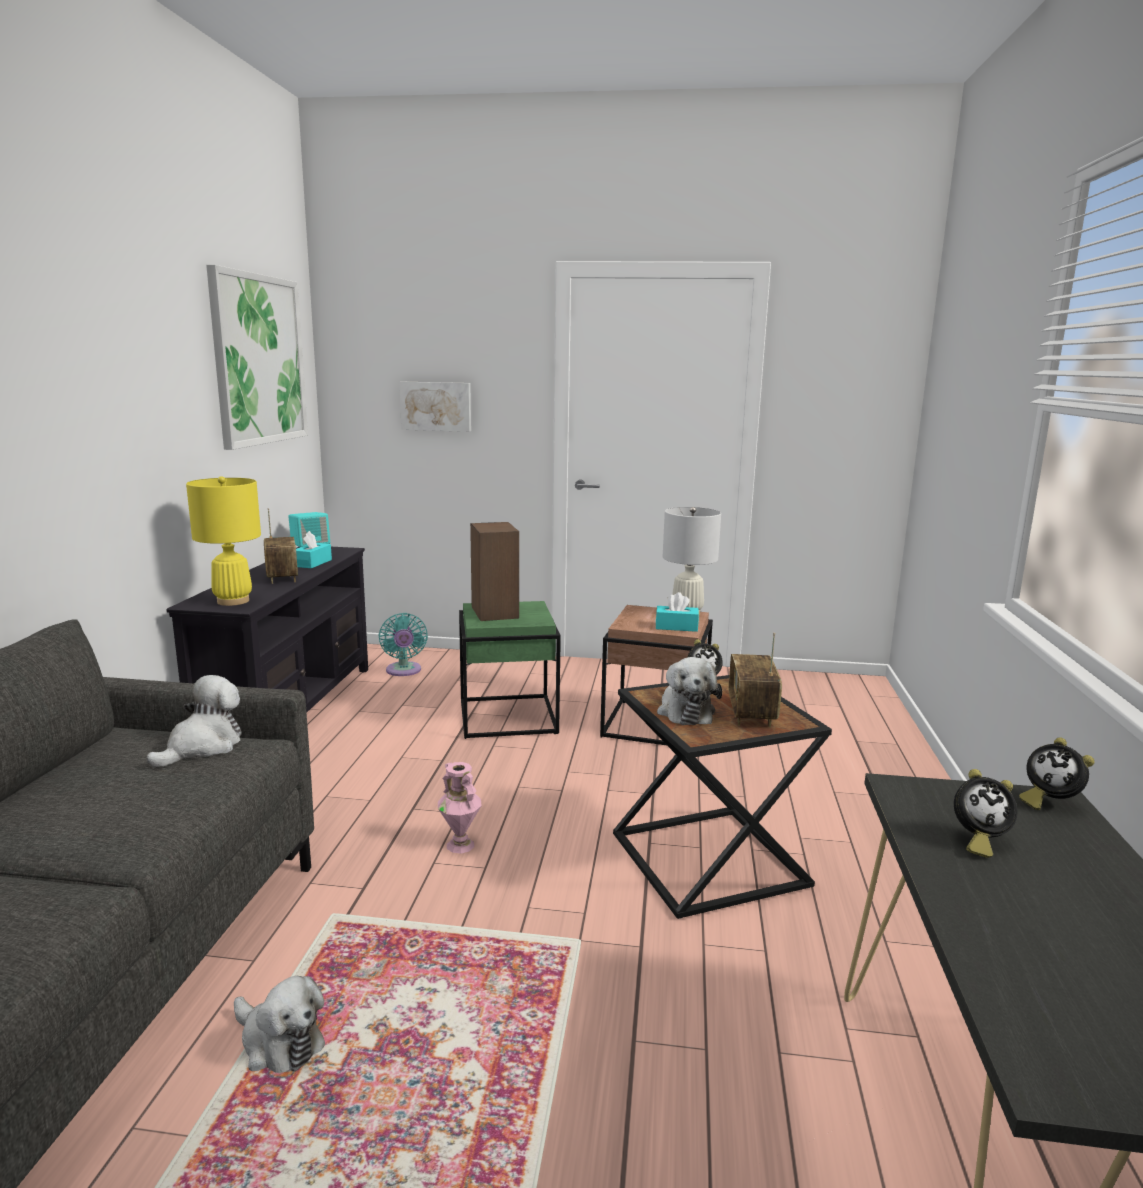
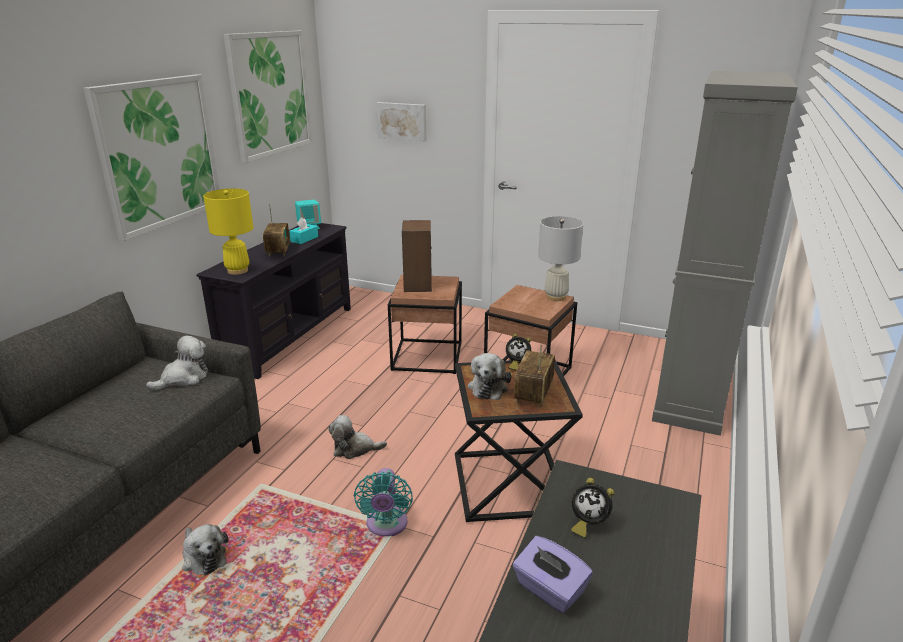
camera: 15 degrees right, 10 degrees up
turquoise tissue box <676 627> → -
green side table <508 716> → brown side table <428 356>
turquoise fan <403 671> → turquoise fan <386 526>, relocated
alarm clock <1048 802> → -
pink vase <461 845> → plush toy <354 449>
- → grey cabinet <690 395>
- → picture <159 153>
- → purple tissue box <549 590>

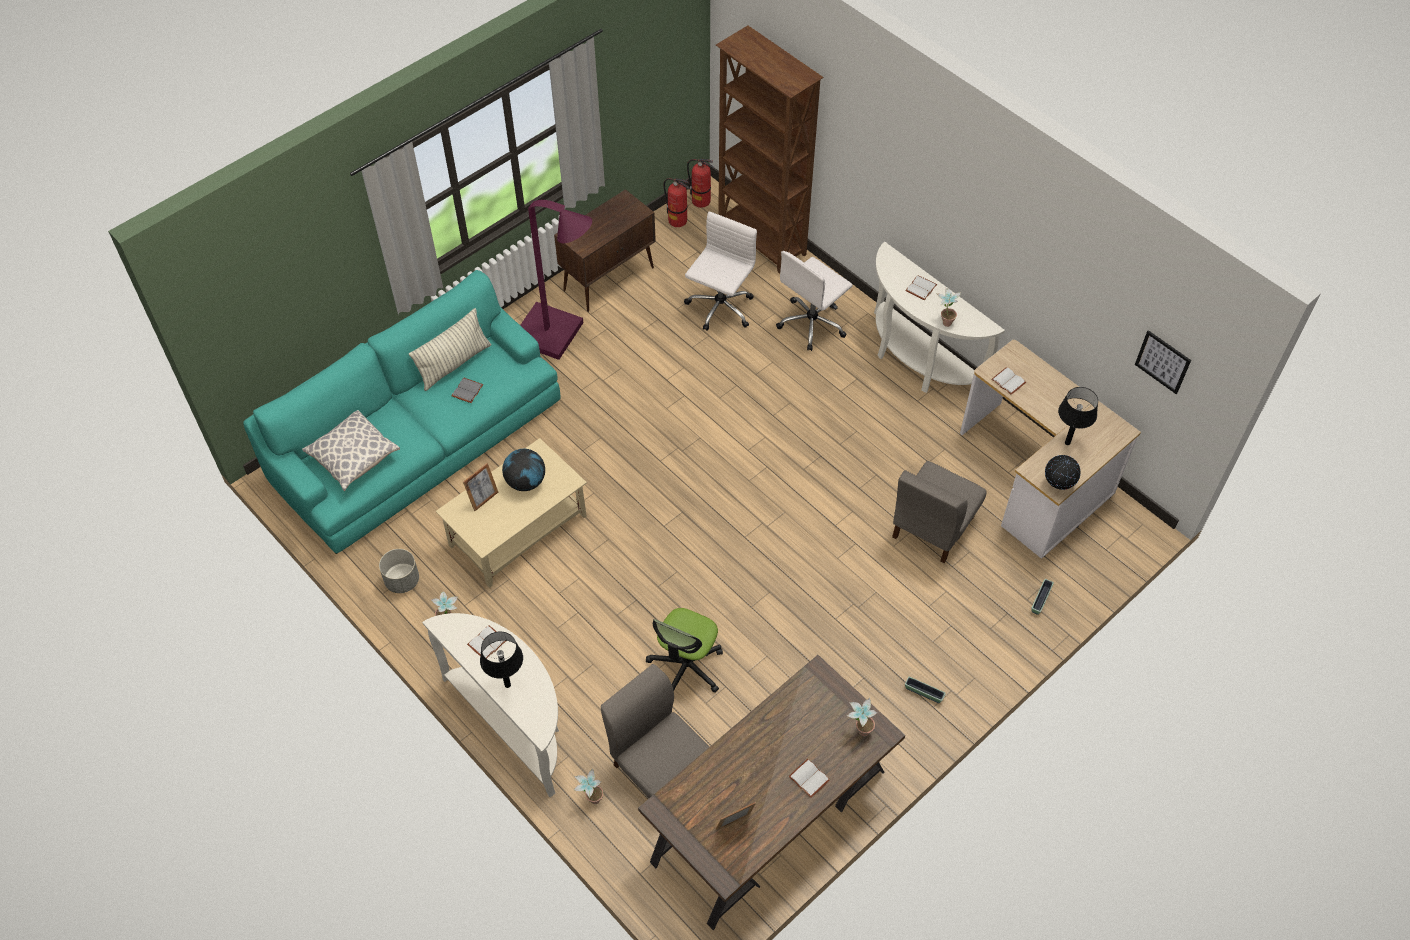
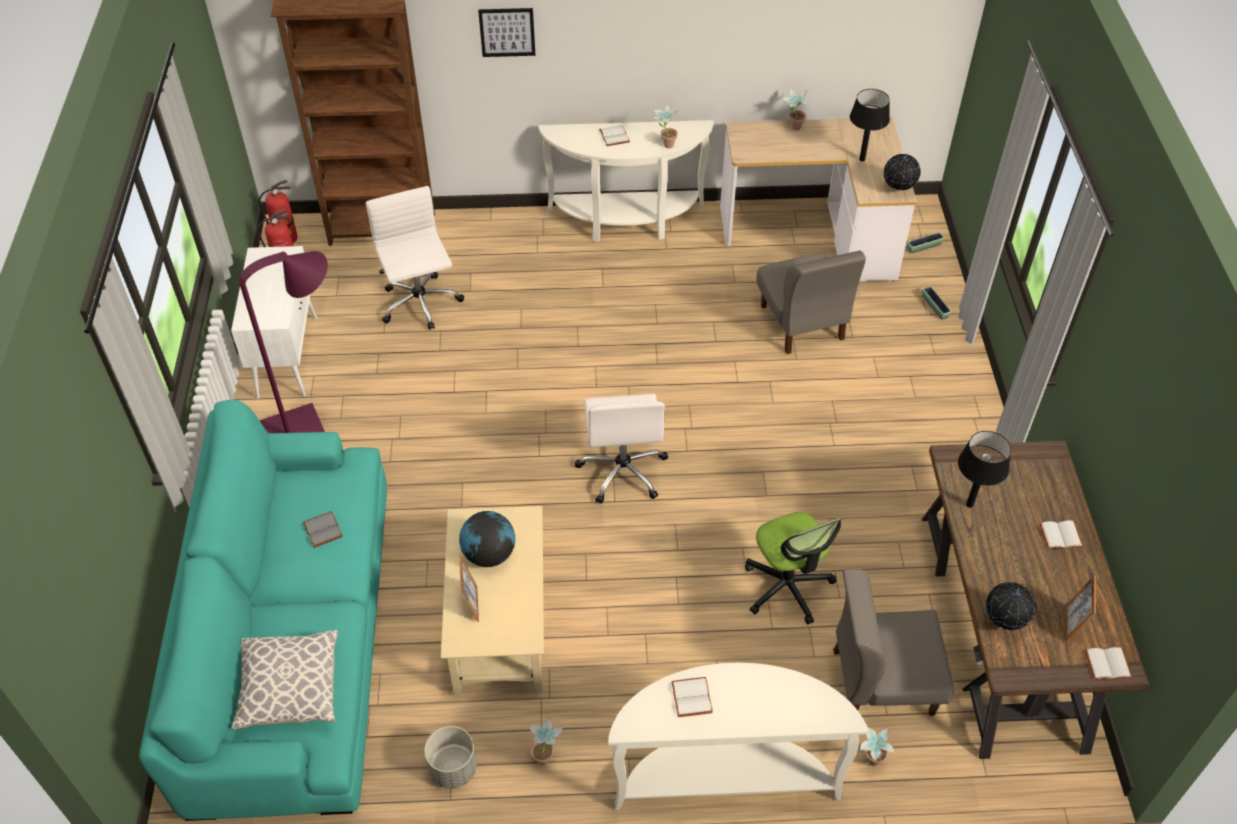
camera: 50 degrees left, 5 degrees down
brown cabinet <609 278> → white cabinet <288 356>
white office chair <812 323> → white office chair <623 470>, relocated
pillow <454 364> → -
picture <1162 362> → picture <507 32>, relocated
white book <1009 381> → white book <1108 663>, relocated
black table lamp <507 684> → black table lamp <969 504>, relocated
planter <923 693> → planter <924 247>, relocated
potted plant <860 730> → potted plant <792 128>, relocated
- → globe <1003 622>

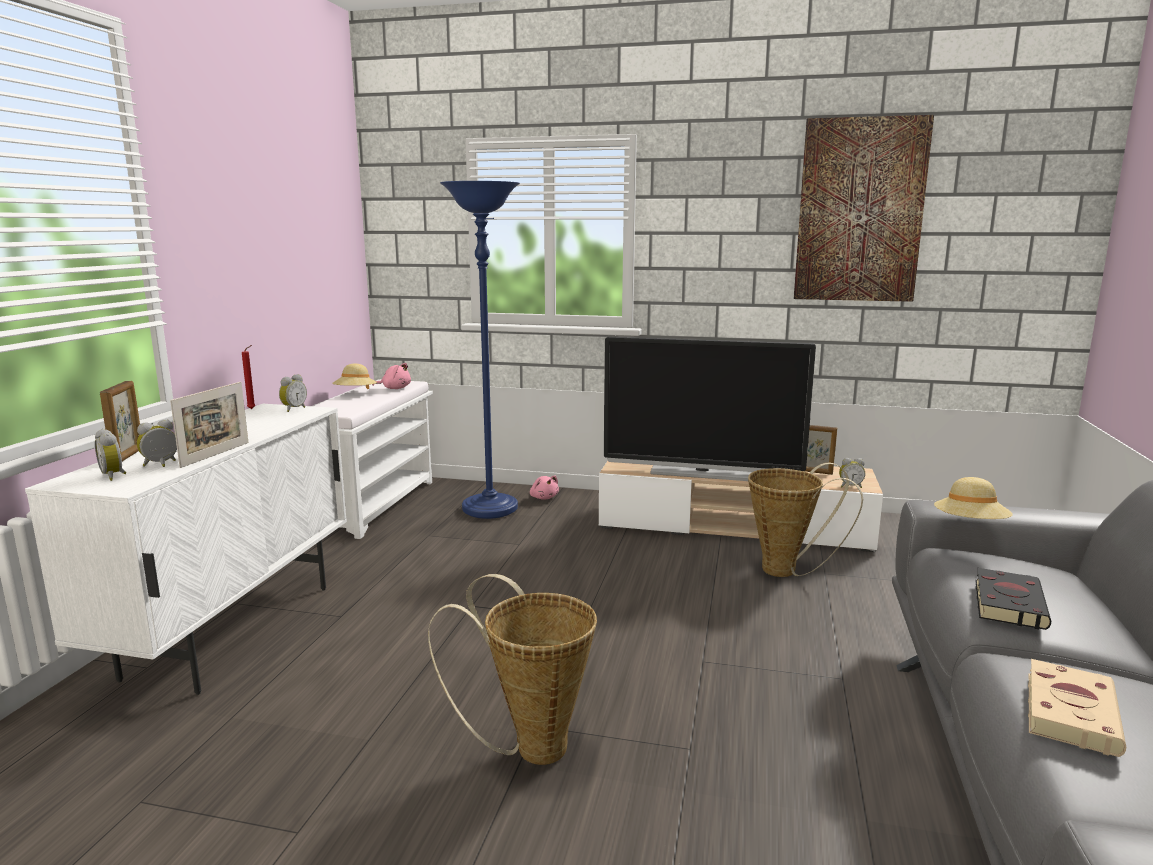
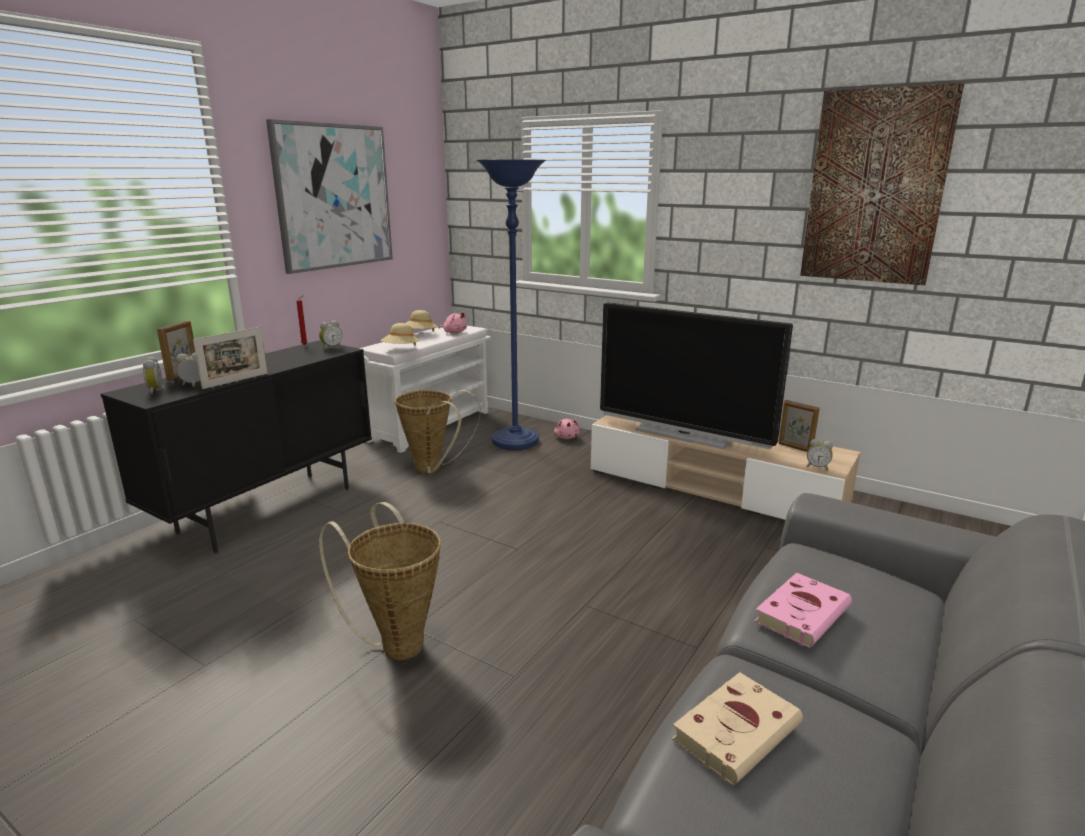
camera: 20 degrees right, 5 degrees up
white cabinet <233 630> → black cabinet <268 510>
basket <787 571> → basket <433 470>, relocated
beige hat <970 525> → beige hat <401 349>, relocated
black book <1008 603> → pink book <803 613>
- → picture <334 197>

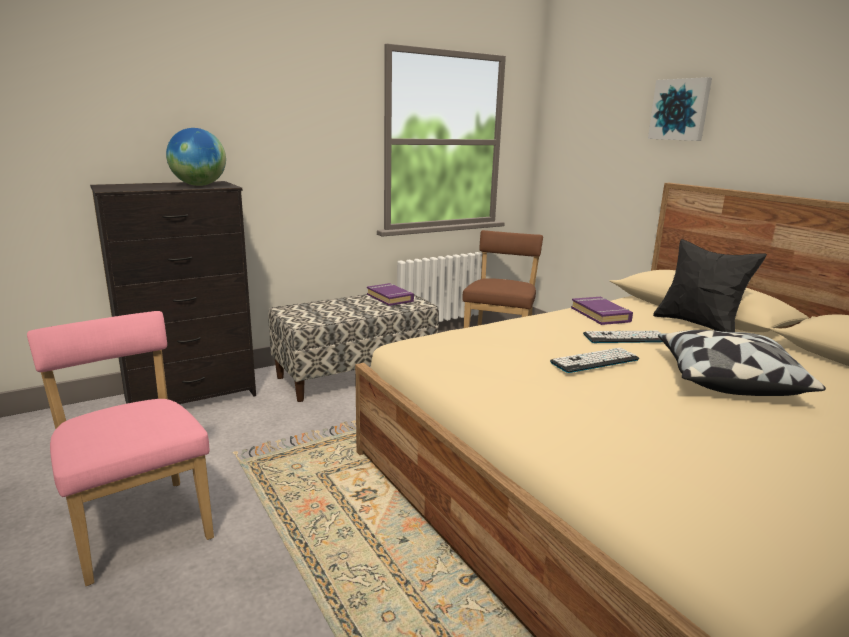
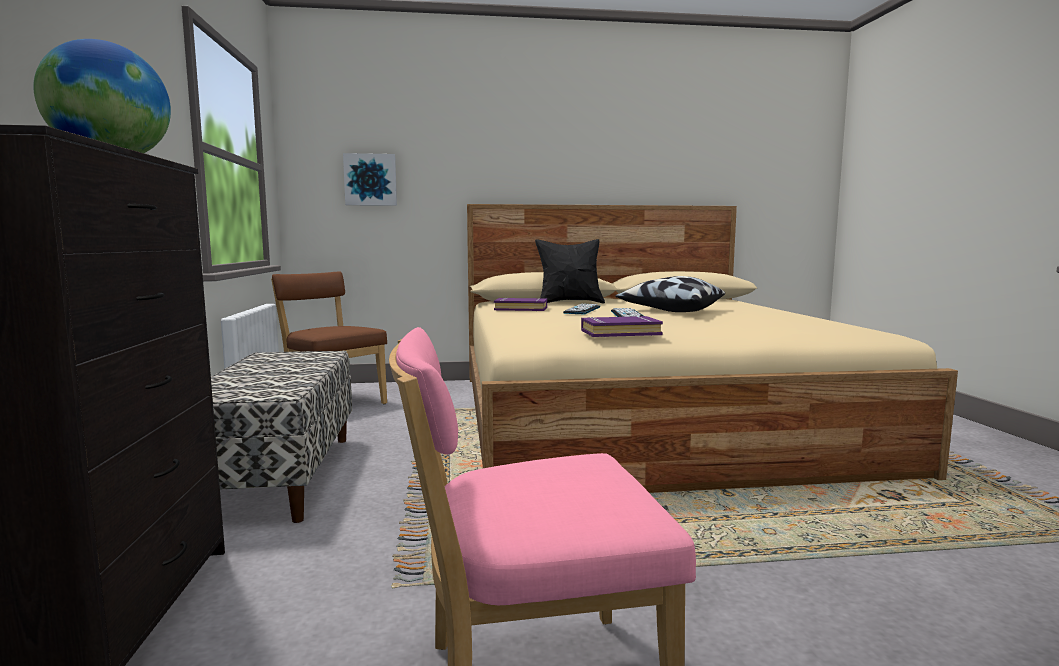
camera: 65 degrees left, 10 degrees down
picture <680 109> → picture <370 180>, relocated
purple book <390 298> → purple book <620 332>, relocated

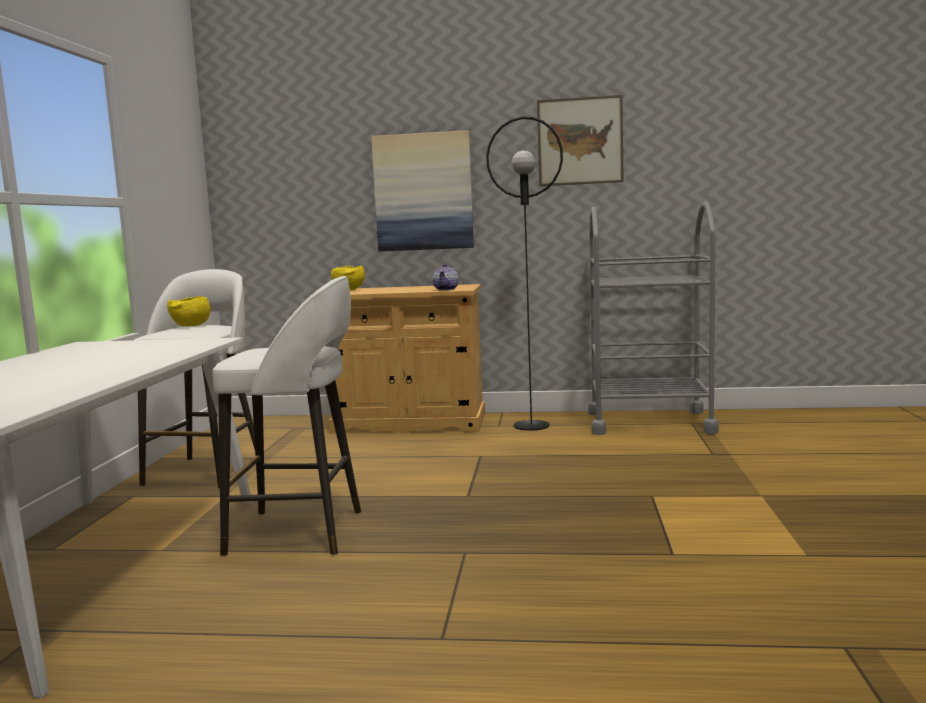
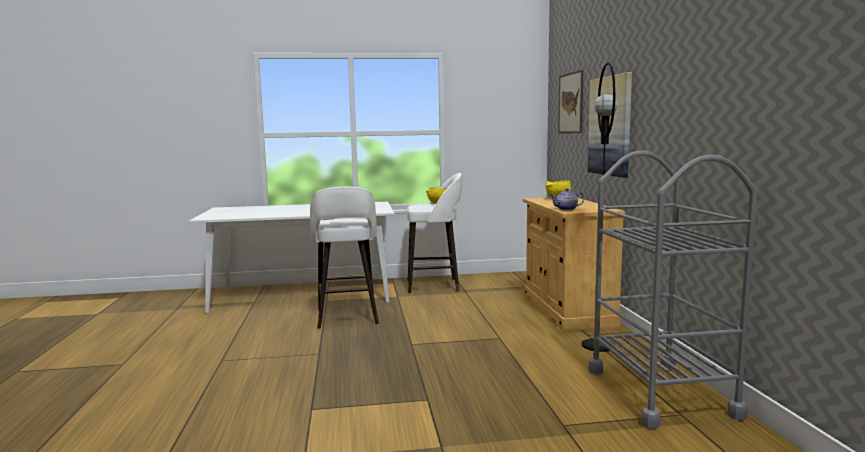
camera: 75 degrees right, 0 degrees up
picture <580 141> → picture <571 103>, relocated

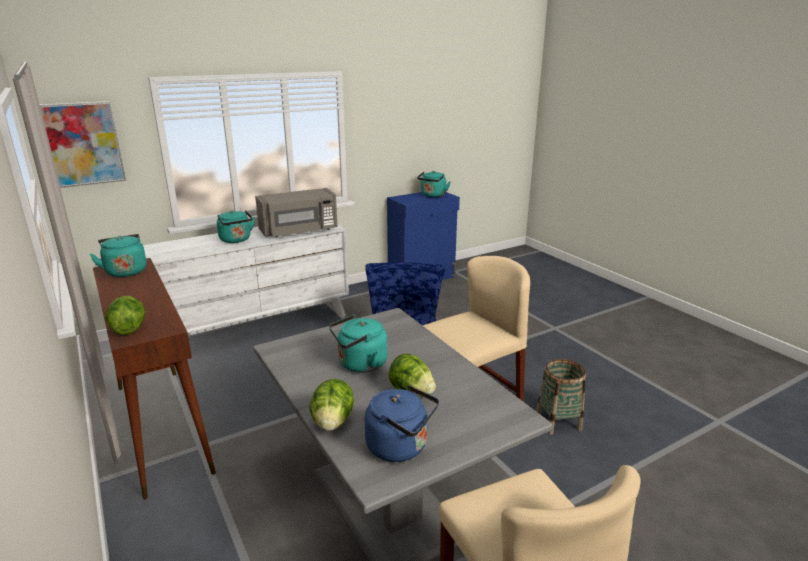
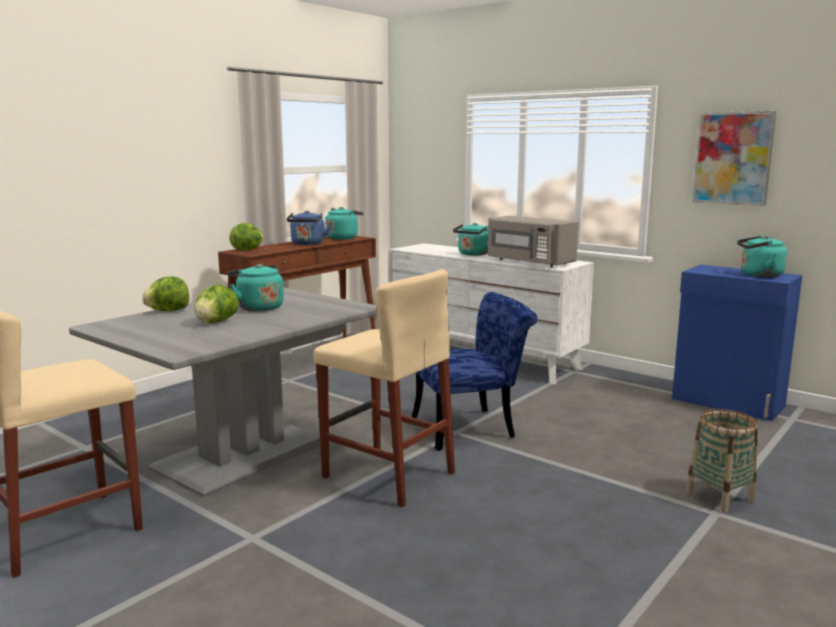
camera: 70 degrees right, 10 degrees down
picture <84 144> → picture <733 158>, relocated
basket <558 421> → basket <720 497>, relocated
blue kettle <401 447> → blue kettle <308 244>, relocated

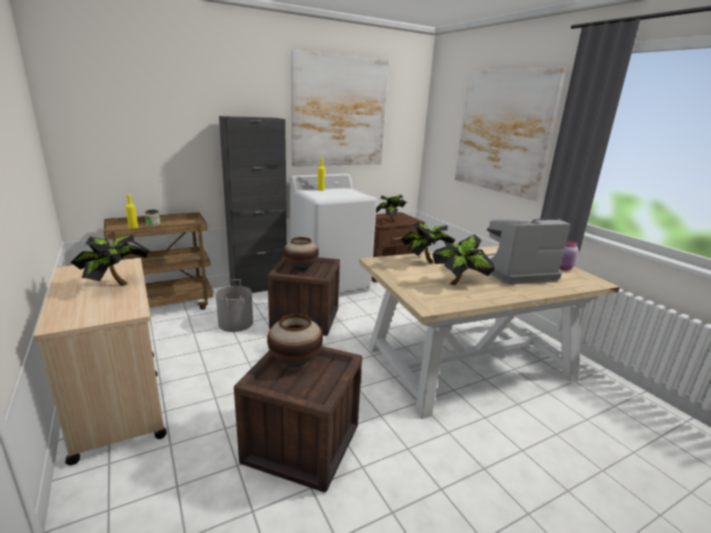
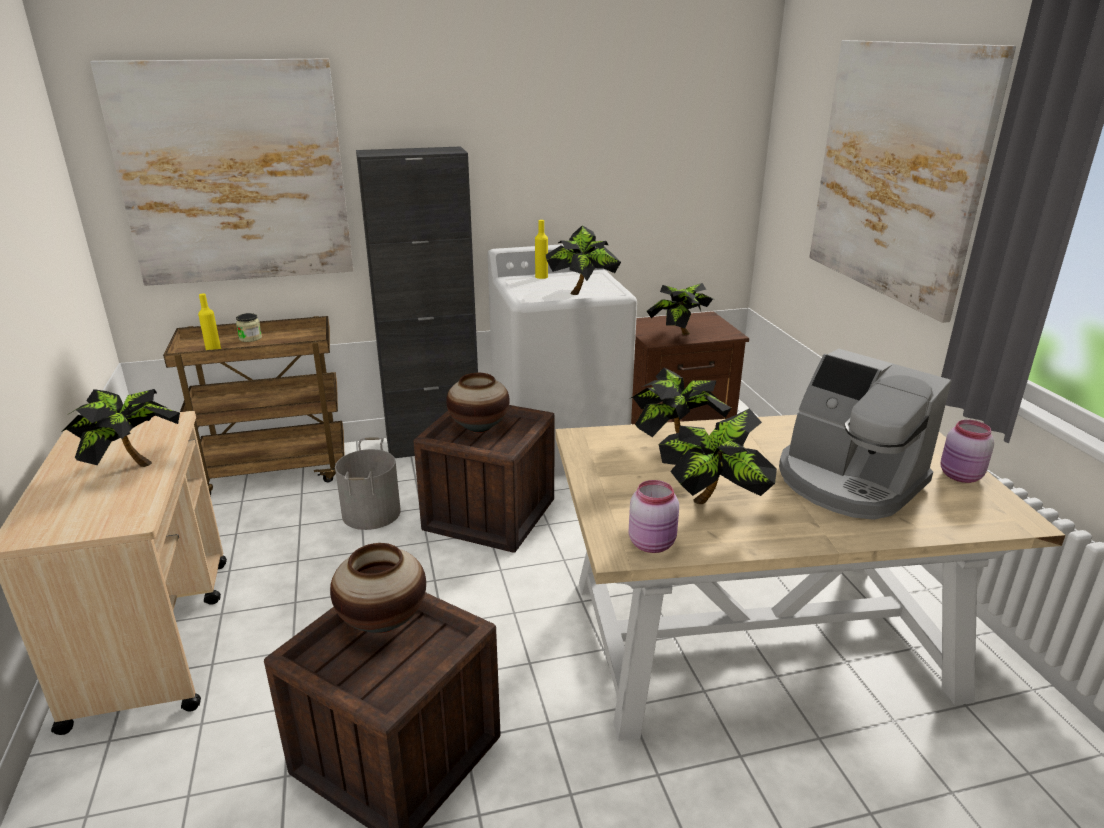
camera: 15 degrees right, 5 degrees up
picture <339 112> → picture <234 174>, relocated
coffee machine <515 272> → coffee machine <848 482>, 135 degrees counterclockwise
- → potted plant <582 292>
- → pink jar <653 543>

